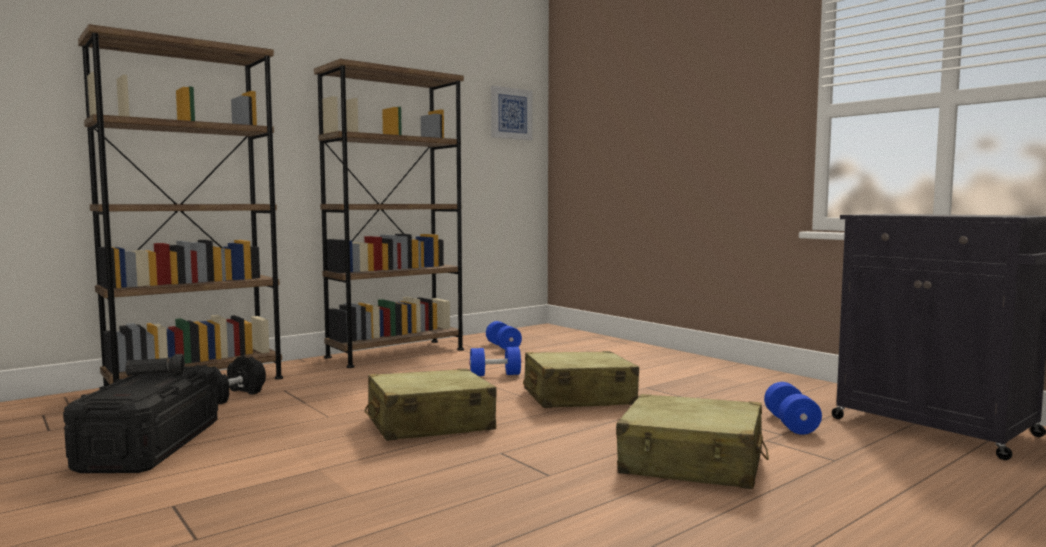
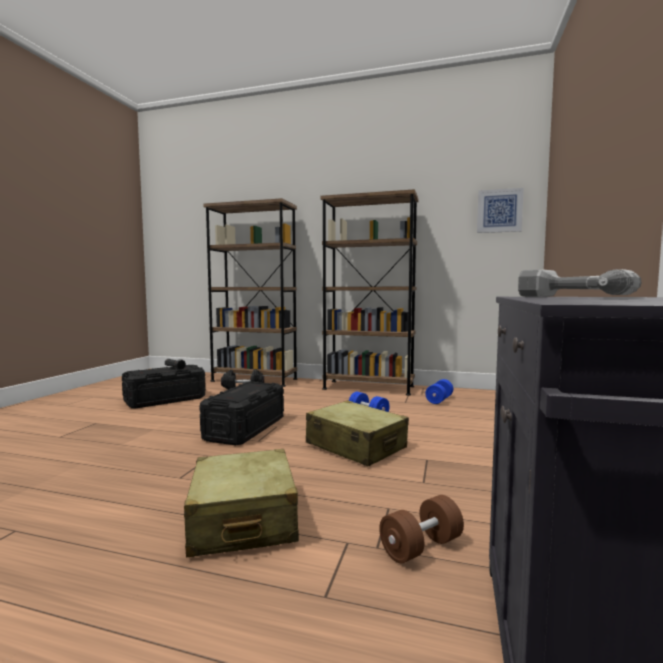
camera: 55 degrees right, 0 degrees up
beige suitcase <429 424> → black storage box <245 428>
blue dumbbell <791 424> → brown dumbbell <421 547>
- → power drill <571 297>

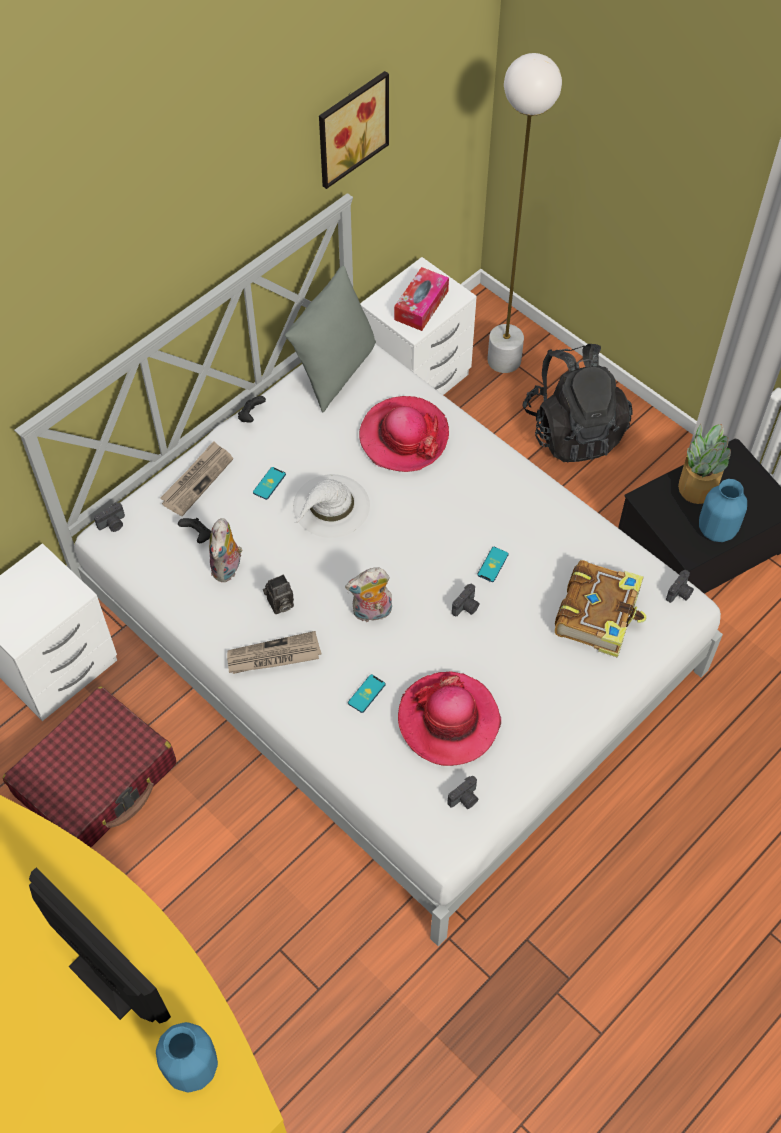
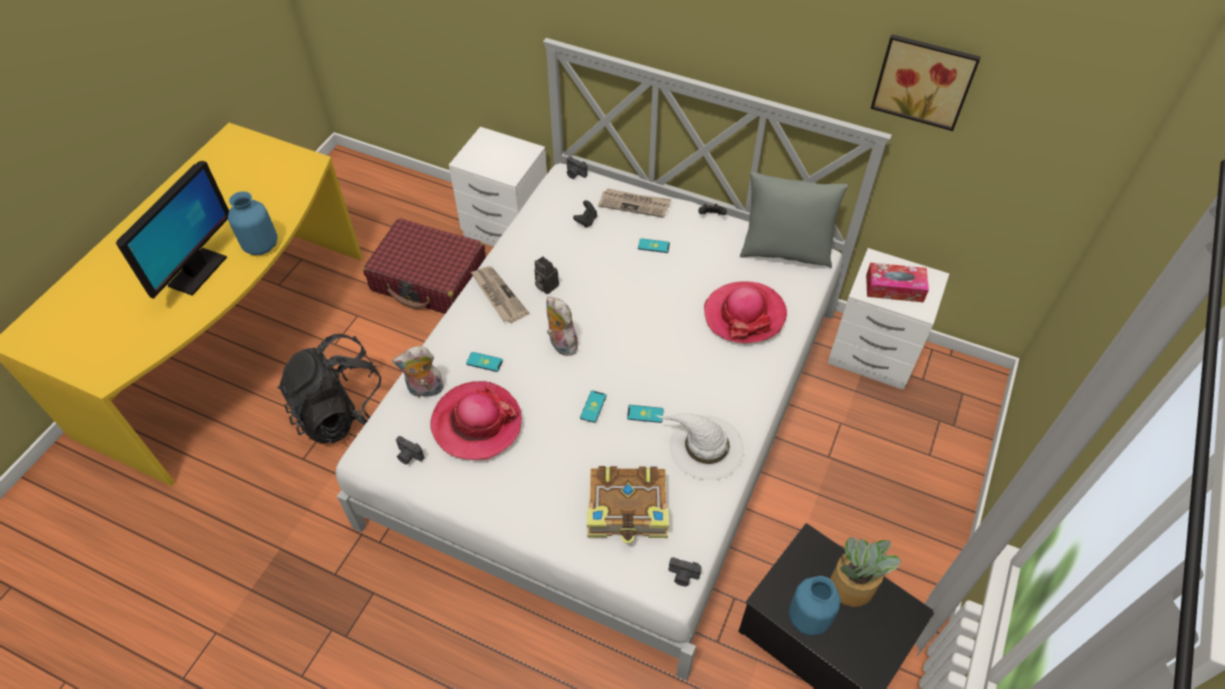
camera: 70 degrees right, 5 degrees down
white floor lamp <504 360> → -
black backpack <573 430> → black backpack <344 412>, relocated
white hat <331 507> → white hat <705 447>, relocated
plush toy <228 568> → plush toy <425 390>, relocated
photo camera <466 607> → phone <593 406>
blue vase <191 1067> → blue vase <261 245>, relocated

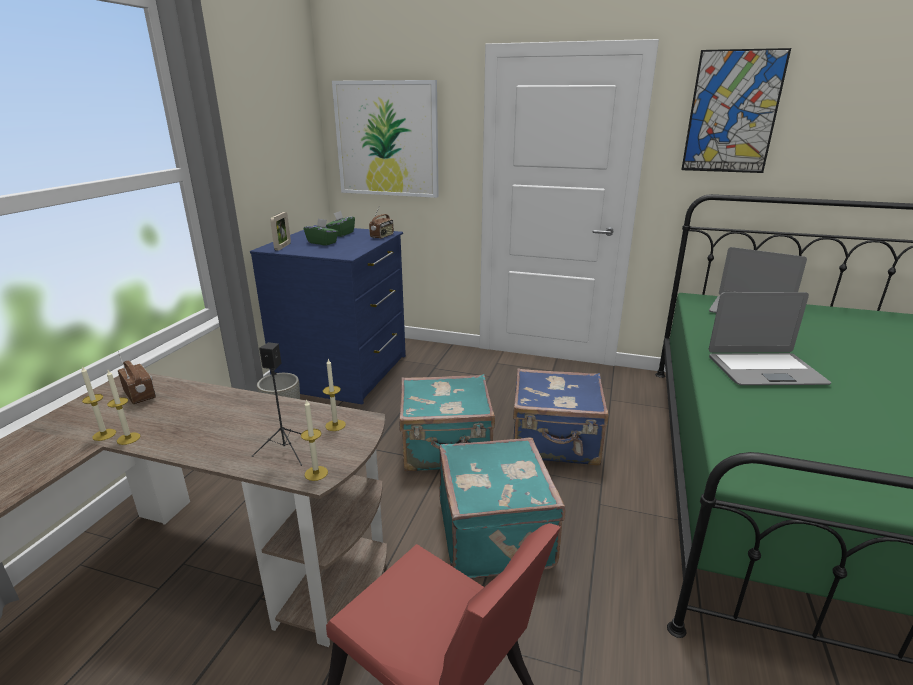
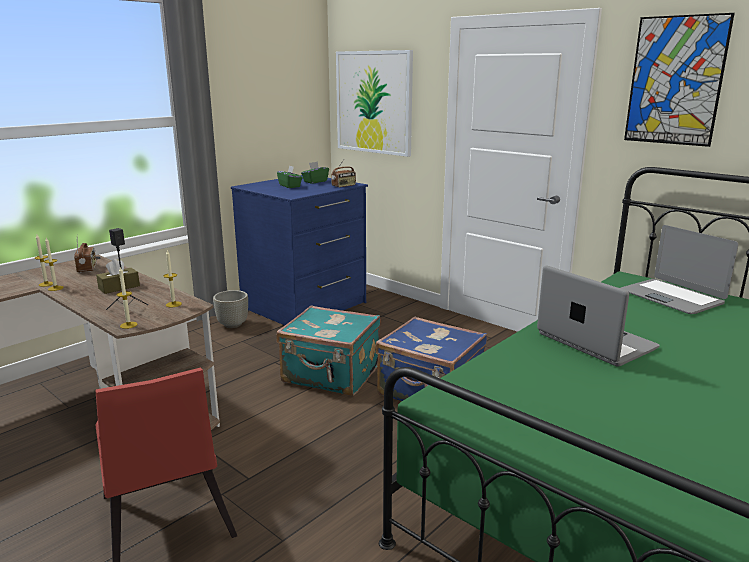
camera: 25 degrees right, 5 degrees down
picture frame <283 247> → -
laptop <764 370> → laptop <595 342>, 150 degrees counterclockwise
turquoise suitcase <497 533> → -
- → brown tissue box <119 287>

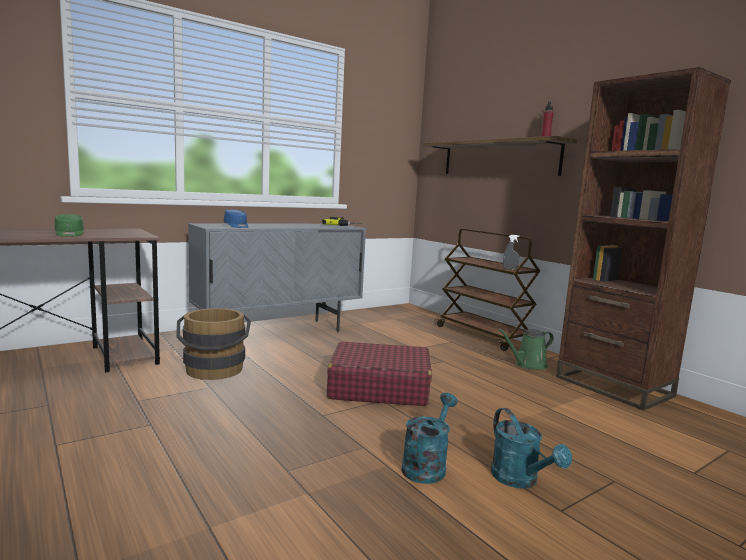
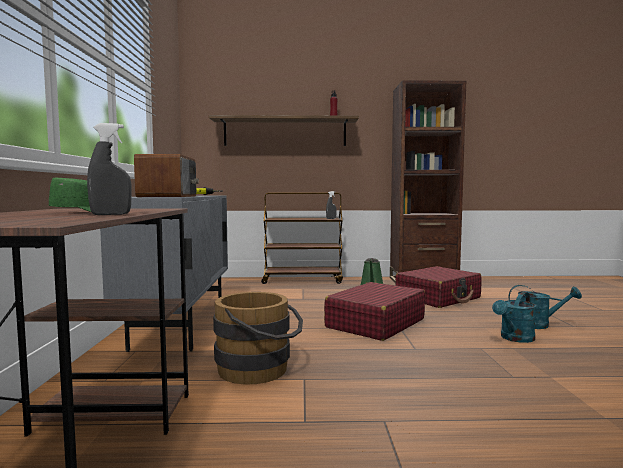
camera: 55 degrees left, 5 degrees down
blue cap <237 226> → radio <169 196>
turquoise watering can <427 465> → turquoise watering can <514 338>, 105 degrees counterclockwise
- → grey spray bottle <111 214>
- → red suitcase <438 298>

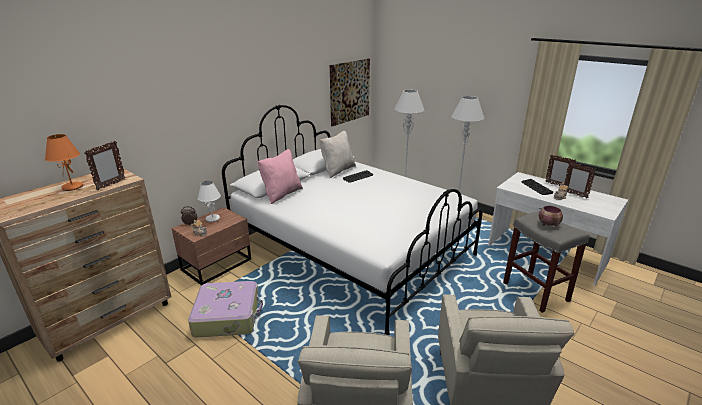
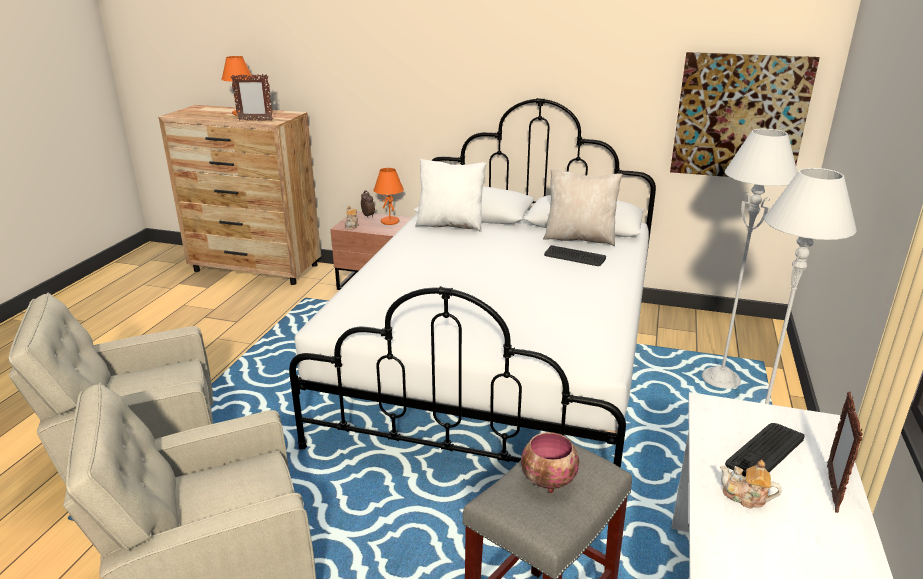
camera: 65 degrees right, 0 degrees up
pink pillow <281 194> → white pillow <450 225>
picture frame <574 194> → -
white table lamp <213 219> → orange table lamp <390 222>
suitcase <228 316> → -

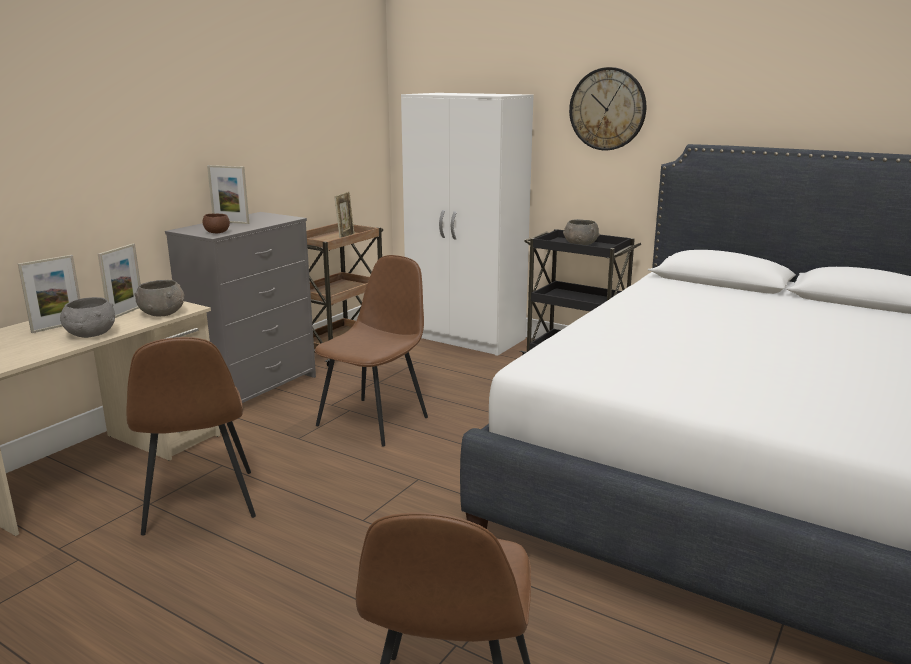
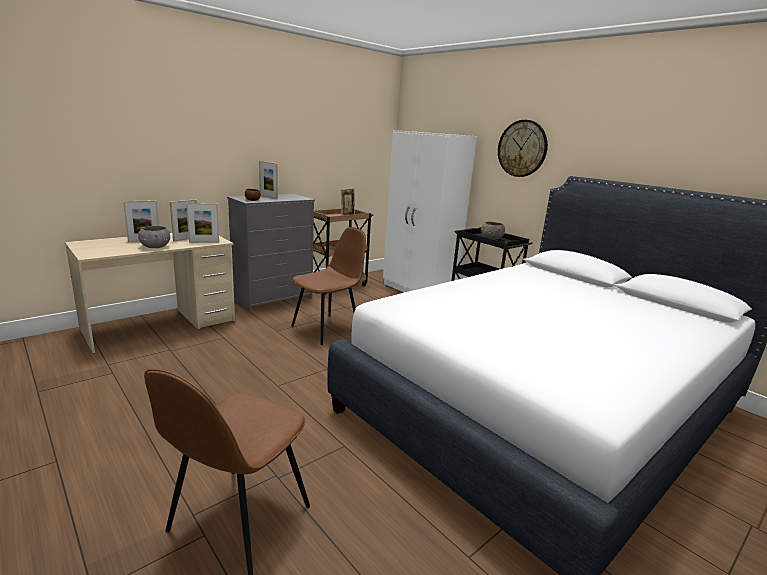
camera: 15 degrees right, 0 degrees up
grey bowl <162 313> → picture frame <204 242>
brown chair <199 504> → -

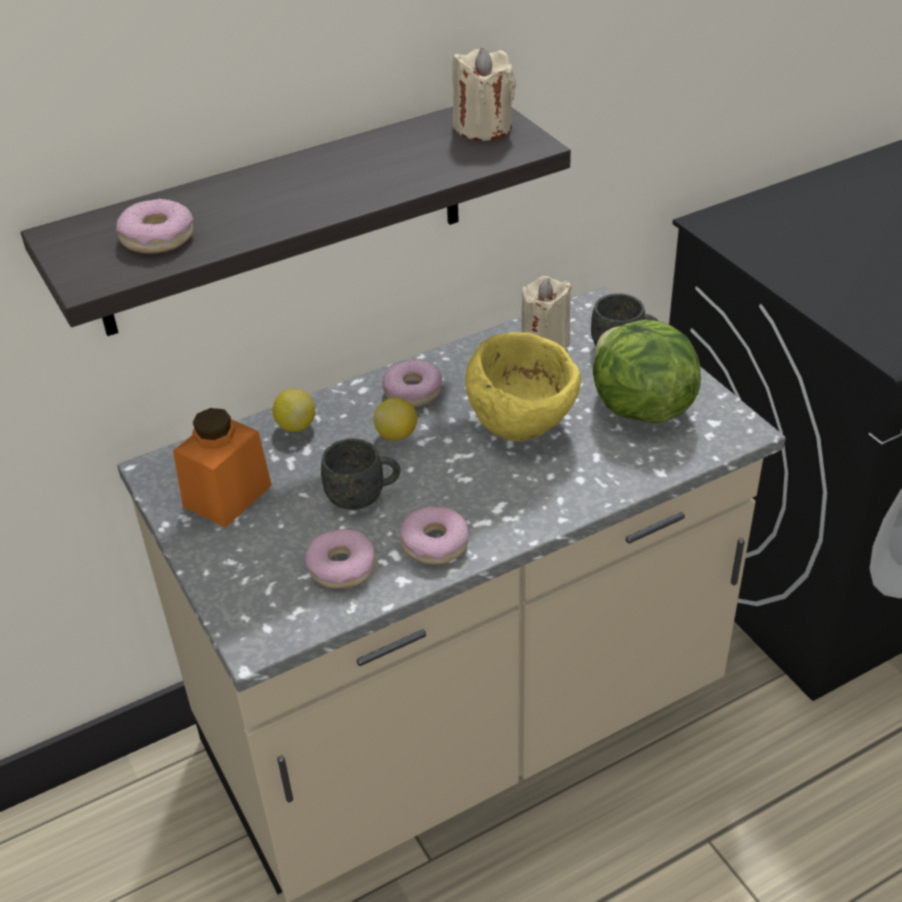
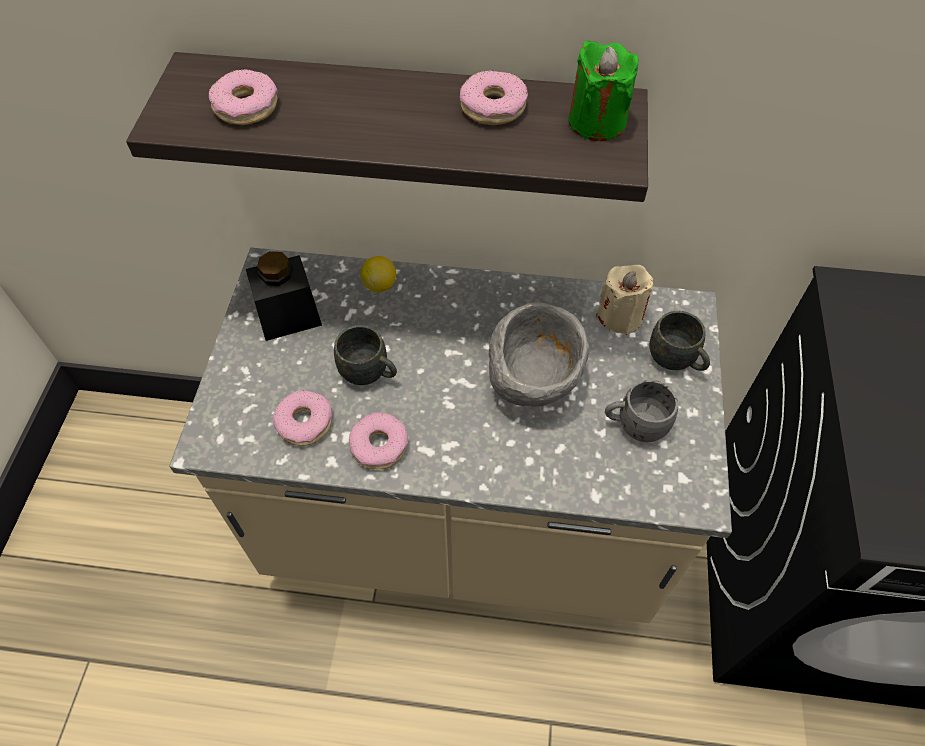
camera: 35 degrees right, 15 degrees up
beige candle <483 127> → green candle <597 122>
lettuce <639 408> → grey mug <635 425>
yellow bowl <524 423> → grey bowl <534 383>
donut <412 391> → donut <493 107>, relocated
lemon <397 435> → -
orange jar <227 496> → black jar <289 316>

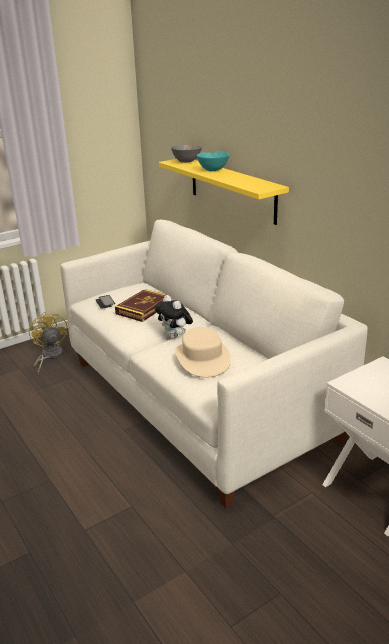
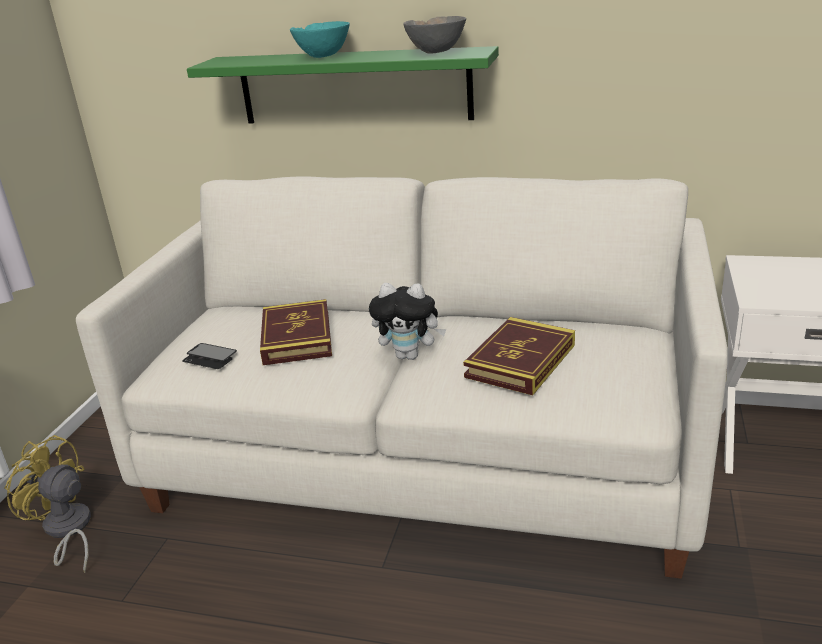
camera: 40 degrees left, 0 degrees up
grey bowl <187 162> → grey bowl <436 52>, relocated
yellow shelf <232 189> → green shelf <353 87>
beige hat <202 359> → book <520 361>

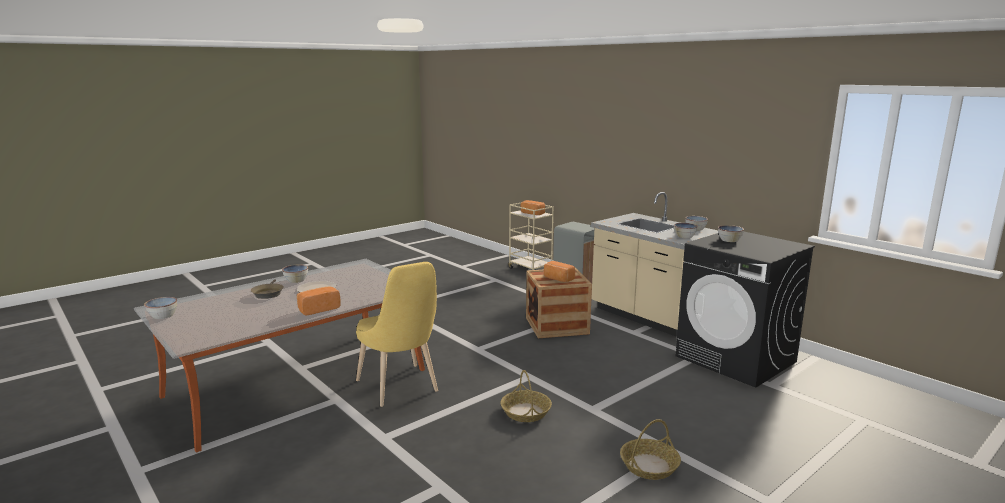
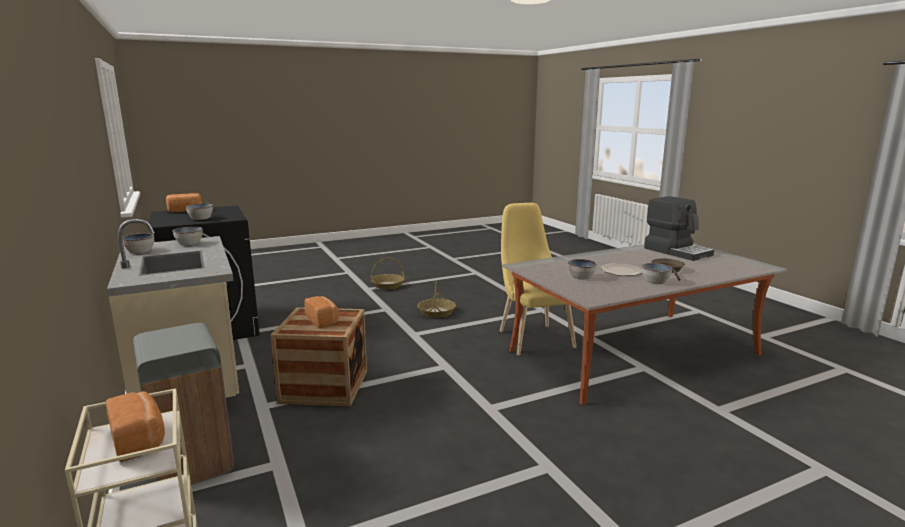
camera: 165 degrees left, 0 degrees up
bread <318 309> → bread <185 211>, relocated
bowl <162 316> → bowl <581 277>, relocated
- → coffee machine <677 251>

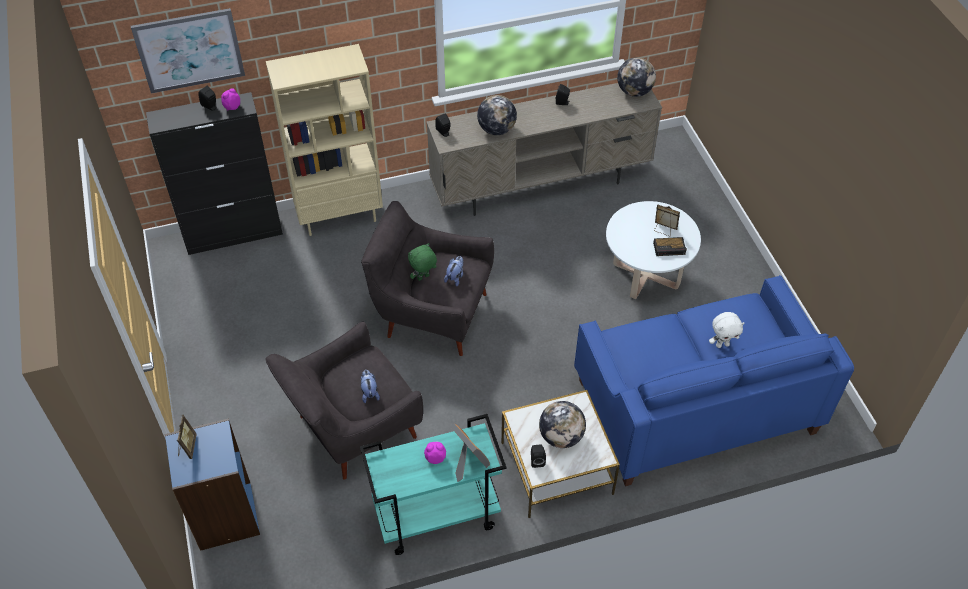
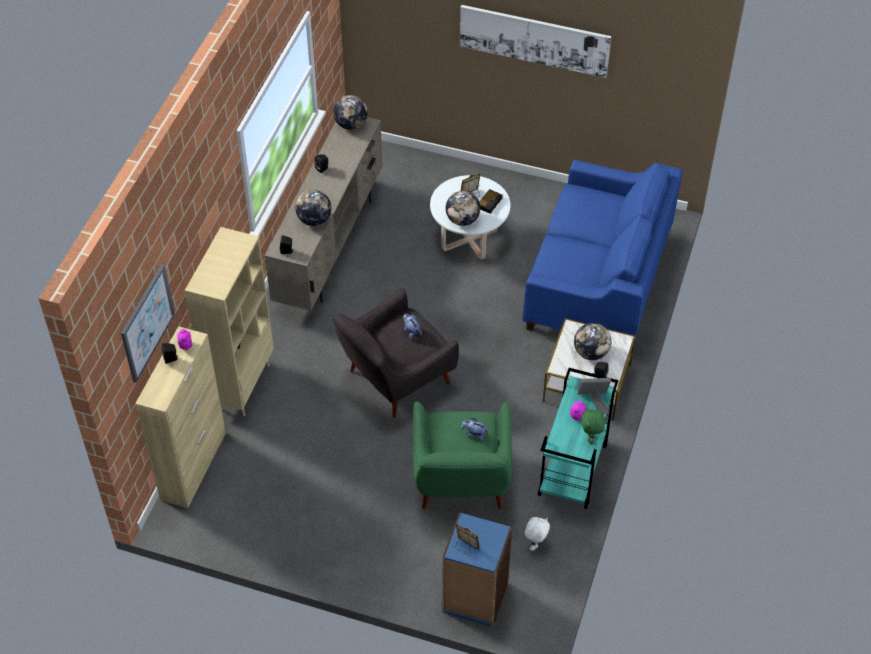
camera: 55 degrees left, 0 degrees up
black cabinet <234 234> → beige cabinet <194 465>
green plush toy <423 278> → green plush toy <591 438>, relocated
white plush toy <722 344> → white plush toy <535 543>, relocated
grey armchair <352 430> → green armchair <461 483>
- → picture <534 40>
- → globe <462 220>

